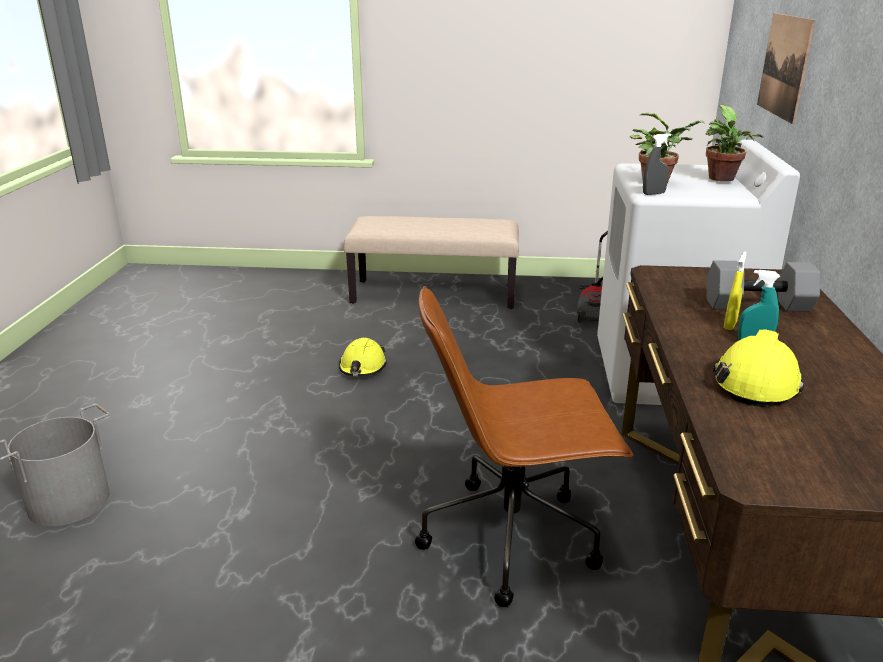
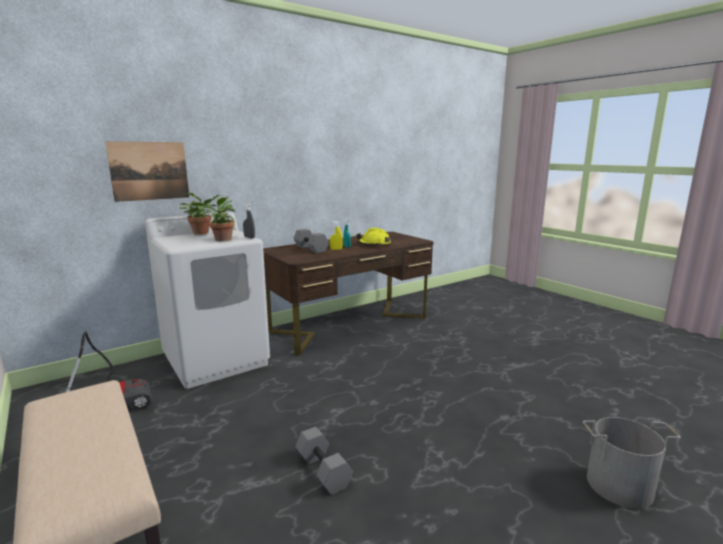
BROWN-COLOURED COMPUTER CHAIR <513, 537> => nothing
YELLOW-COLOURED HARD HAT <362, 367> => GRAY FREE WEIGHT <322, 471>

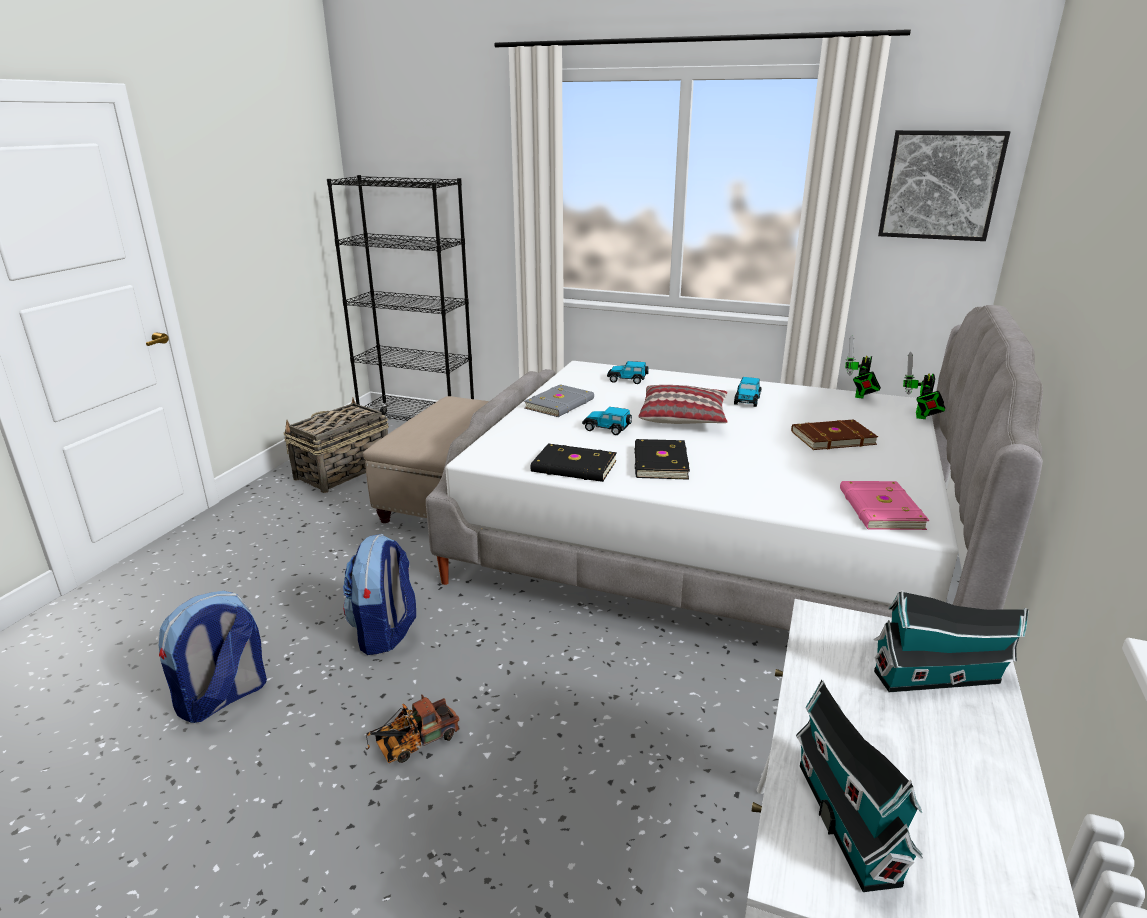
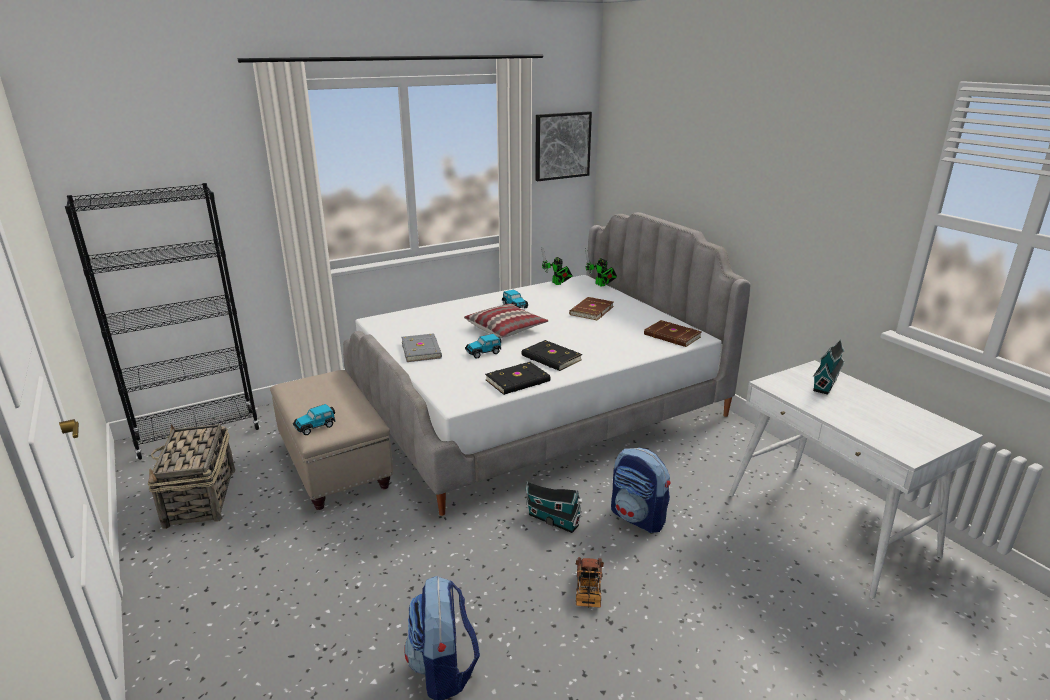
MINIATURE CAR <627, 380> => MINIATURE CAR <316, 426>, shifted
PINK VOLUME <879, 509> => BROWN-COLOURED VOLUME <672, 336>
BACKPACK <385, 632> => BACKPACK <638, 517>, shifted
MINIATURE HOUSE <844, 816> => MINIATURE HOUSE <551, 519>, shifted

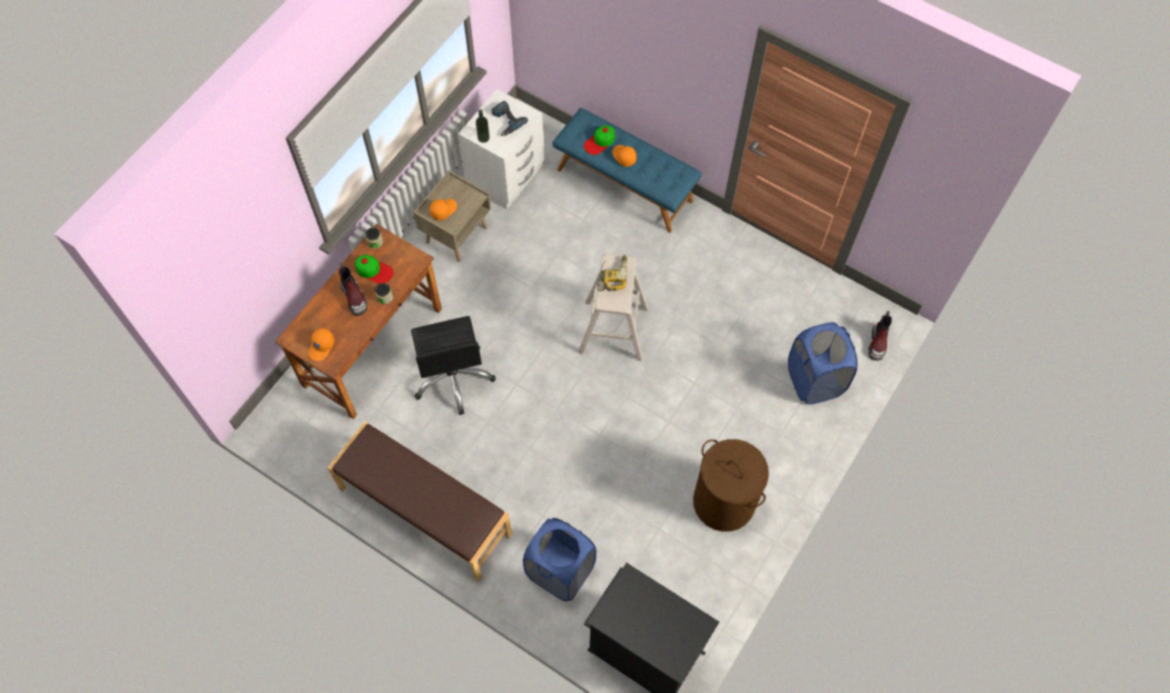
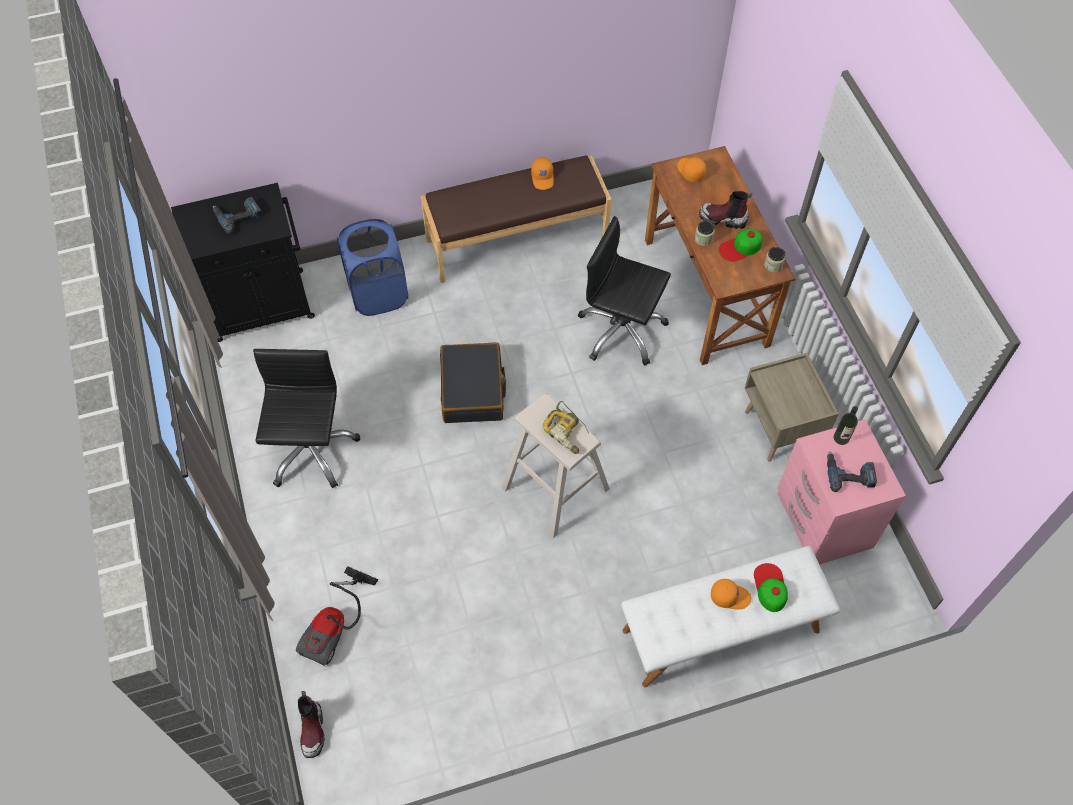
WHITE-COLOURED NIGHT TABLE <506, 176> => PINK NIGHT TABLE <822, 521>
BLUE-COLOURED LONG SEAT <625, 184> => WHITE-COLOURED LONG SEAT <721, 631>
ORANGEY CAP <443, 210> => ORANGEY CAP <543, 177>, shifted
TALL BOOT <878, 343> => TALL BOOT <312, 730>, 150 degrees counterclockwise
BLUE-COLOURED LAUNDRY BASKET <814, 380> => HOOVER <337, 627>
BROWN-COLOURED LAUNDRY BASKET <723, 501> => BLACKISH COMPUTER CHAIR <310, 450>
nothing => DRILL <238, 215>
nothing => BLACKISH PIECE OF LUGGAGE <473, 390>

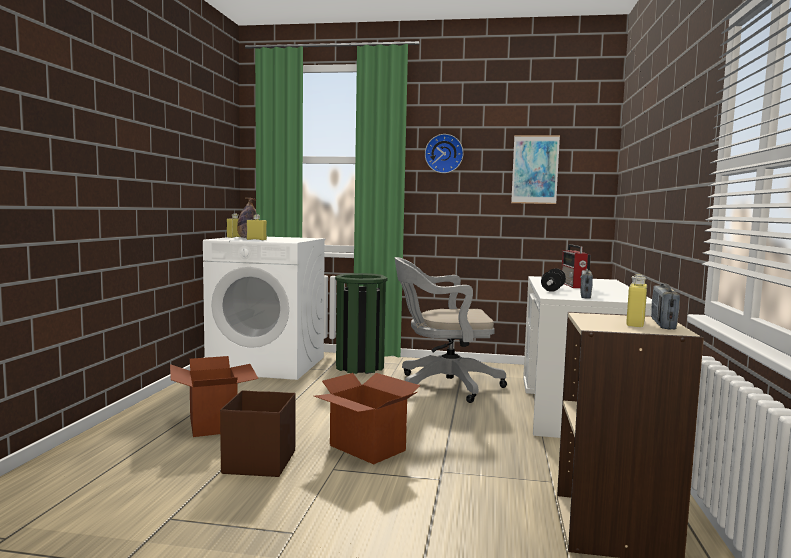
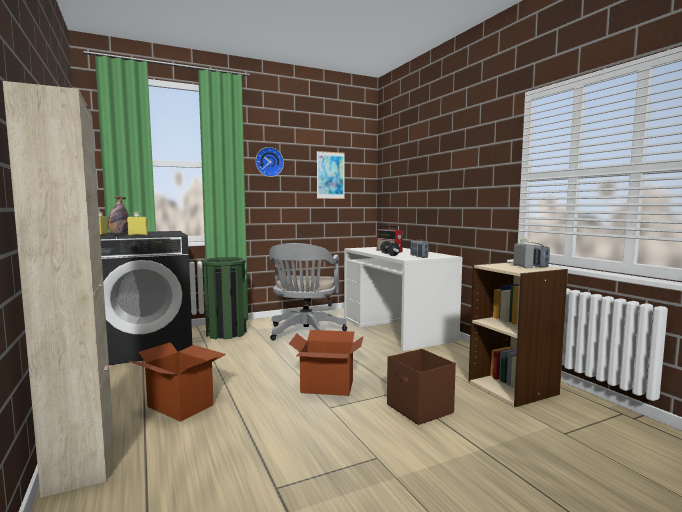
WHITE-COLOURED LAUNDRY APPLIANCE <268, 365> => BLACKISH LAUNDRY APPLIANCE <146, 347>
GRAY COMPUTER CHAIR <443, 385> => GRAY COMPUTER CHAIR <305, 333>, 45 degrees counterclockwise
YELLOW-COLOURED DRINK BOTTLE <635, 324> => GRAY DRINK BOTTLE <522, 266>
BROWN-COLOURED STORAGE CONTAINER <258, 463> => BROWN-COLOURED STORAGE CONTAINER <419, 409>, shifted
nothing => BEIGE-COLOURED CABINET <82, 456>

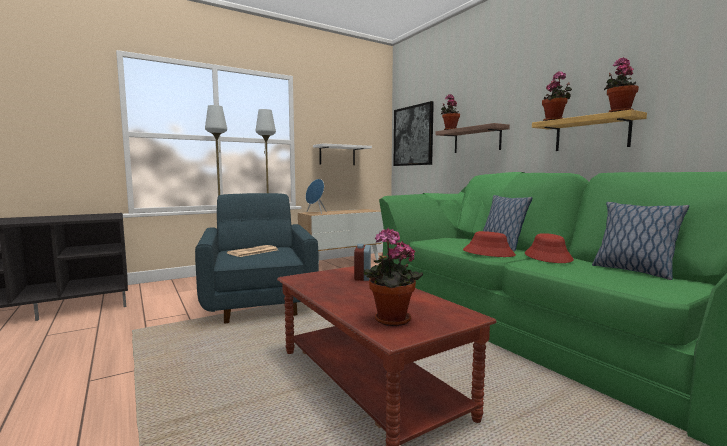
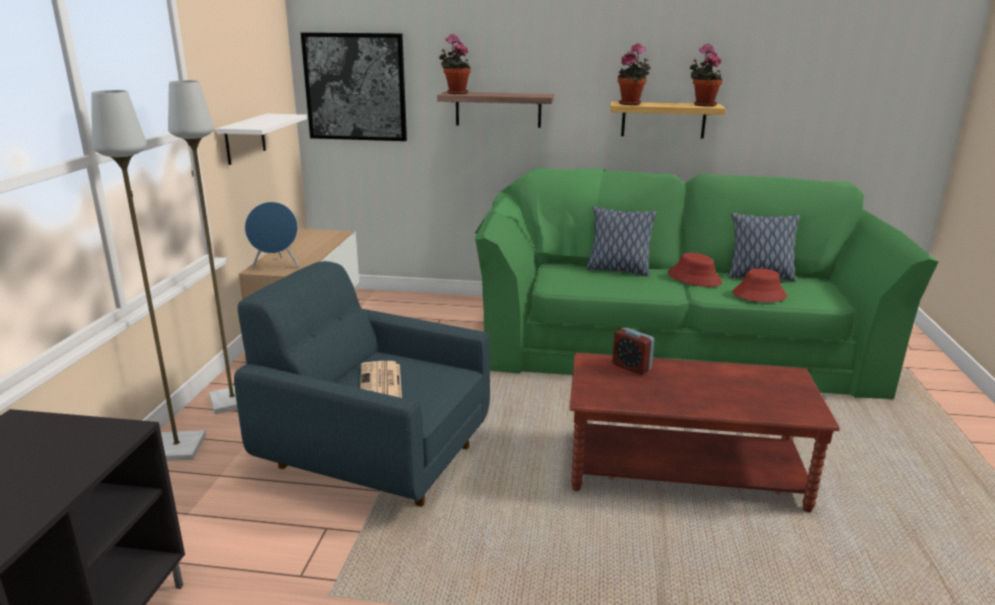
PLANT IN A POT <390, 321> => nothing
RED-COLOURED HAT <488, 253> => RED-COLOURED HAT <759, 294>, shifted

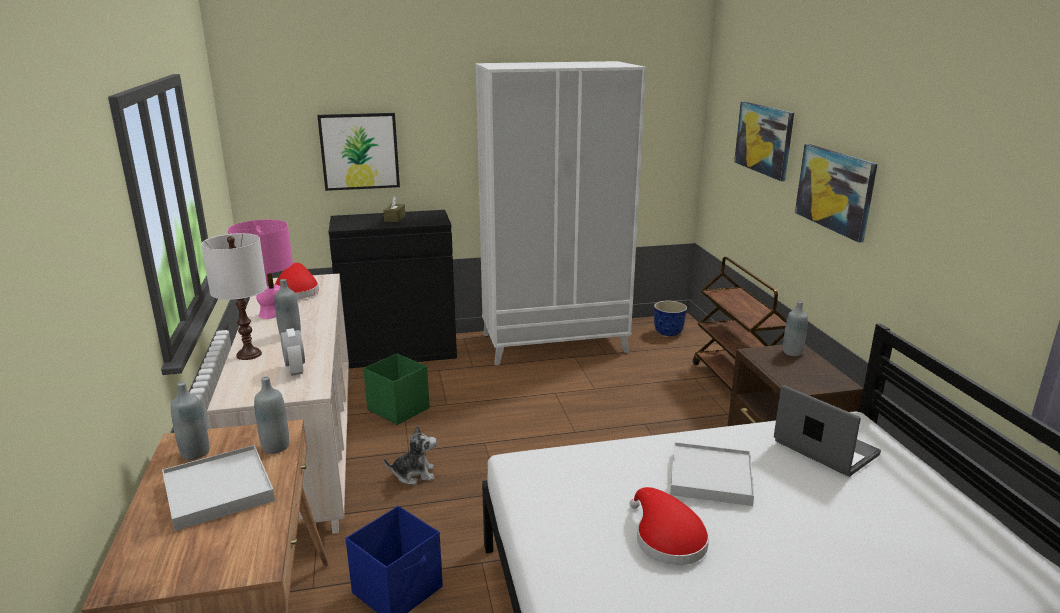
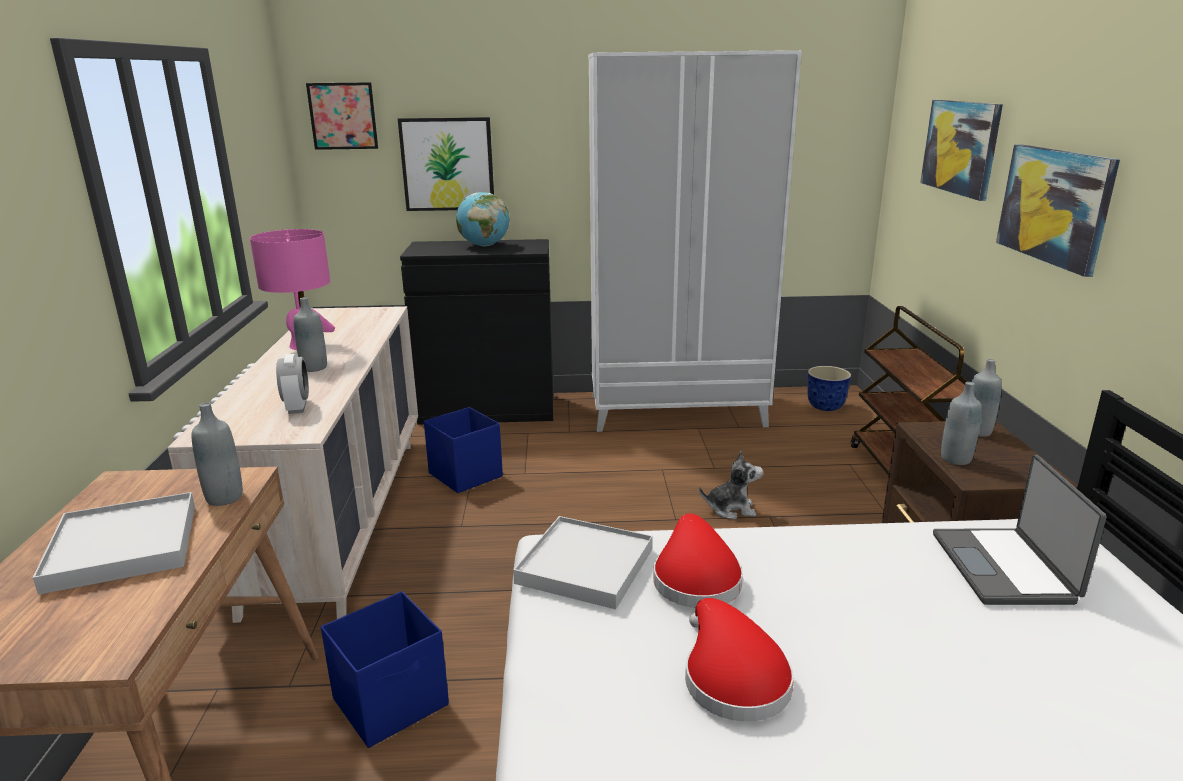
BROWN-COLOURED TISSUE HOLDER <395, 218> => DESK GLOBE <484, 245>
WHITE-COLOURED TABLE LAMP <249, 354> => nothing
RED-COLOURED HAT <297, 292> => RED-COLOURED HAT <695, 578>, shifted
GREENISH STORAGE CONTAINER <398, 409> => BLUE-COLOURED STORAGE CONTAINER <465, 474>
GRAY DRINK BOTTLE <195, 453> => GRAY DRINK BOTTLE <955, 459>, shifted
PORTABLE COMPUTER <824, 449> => PORTABLE COMPUTER <1005, 568>, 150 degrees counterclockwise
SOFT TOY <414, 474> => SOFT TOY <731, 509>, shifted
WHITE-COLOURED CARRYING TRAY <711, 477> => WHITE-COLOURED CARRYING TRAY <585, 566>, shifted
nothing => PICTURE <343, 116>

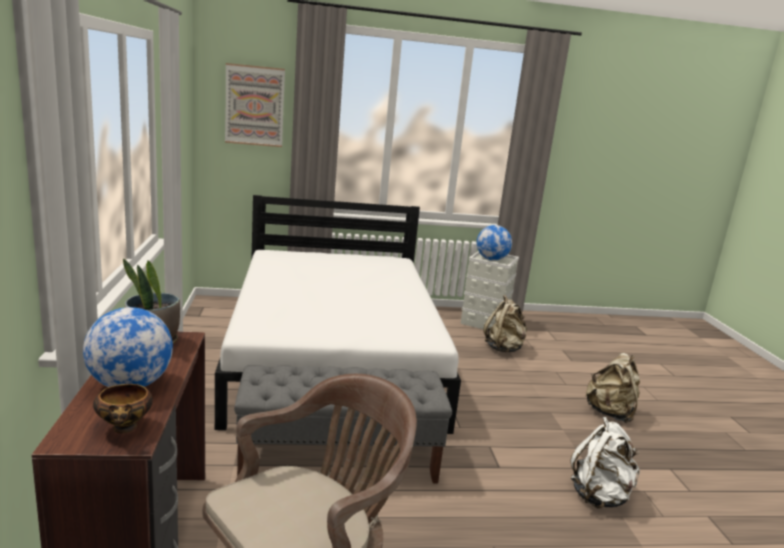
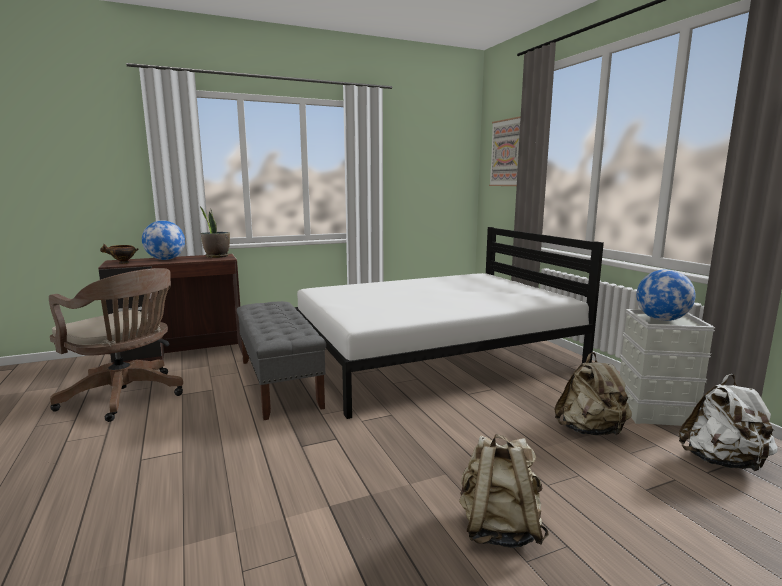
WHITE-COLOURED BACKPACK <600, 496> => WHITE-COLOURED BACKPACK <722, 462>, shifted

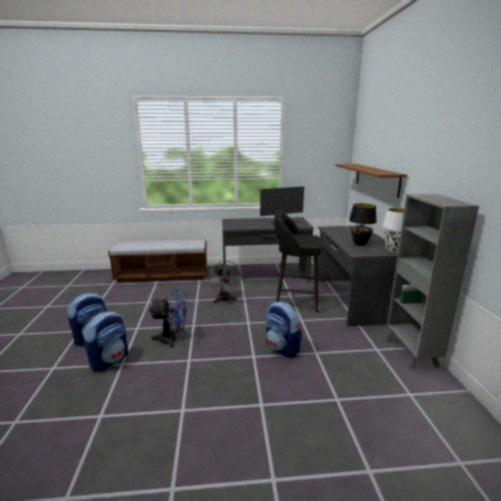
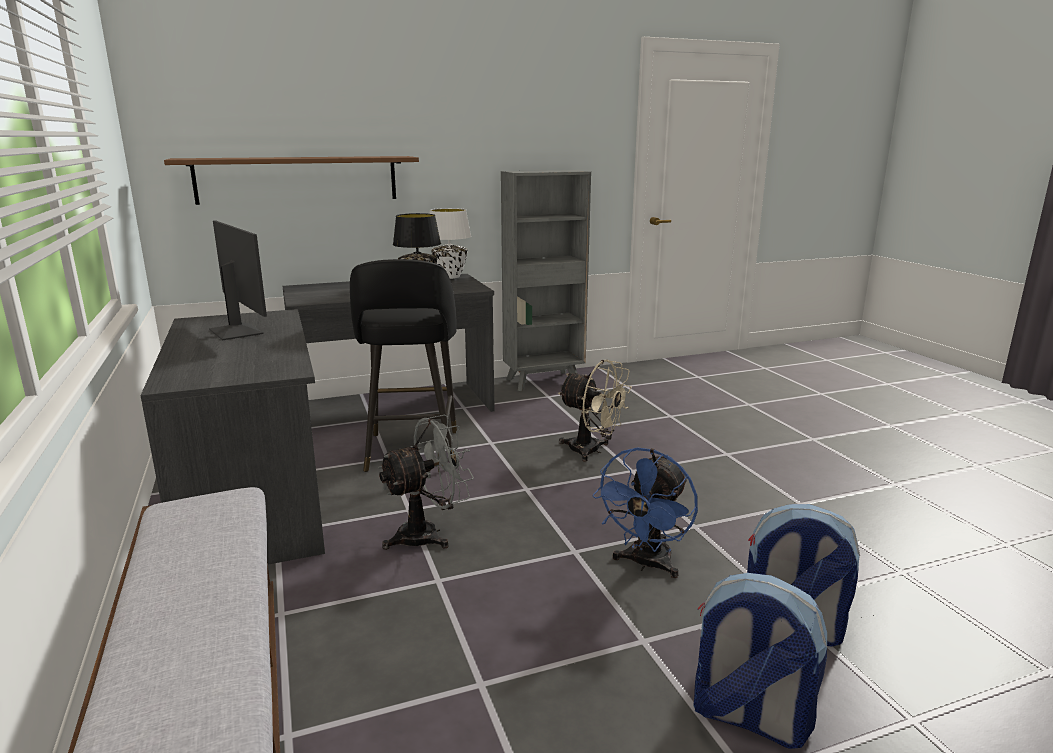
BLUE-COLOURED COOLING FAN <172, 339> => BLUE-COLOURED COOLING FAN <646, 564>, 135 degrees counterclockwise
BACKPACK <282, 348> => BEIGE-COLOURED COOLING FAN <592, 451>

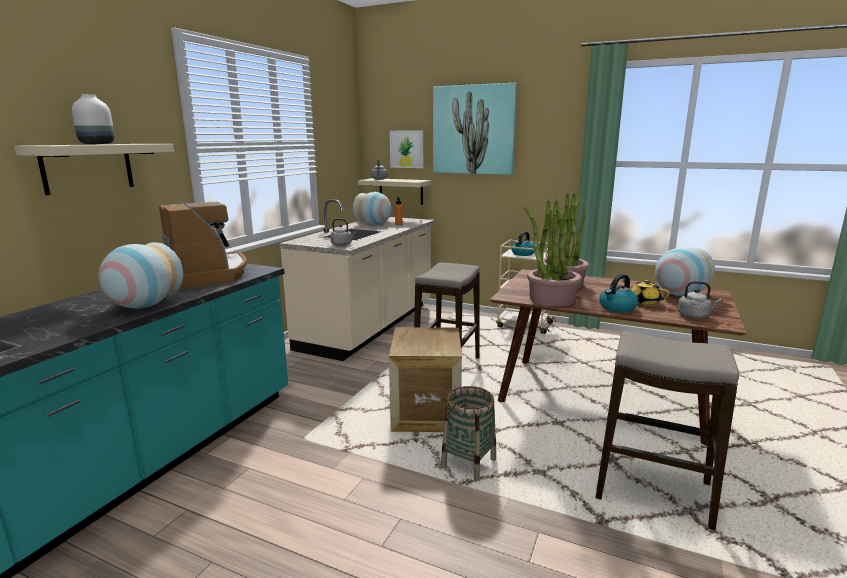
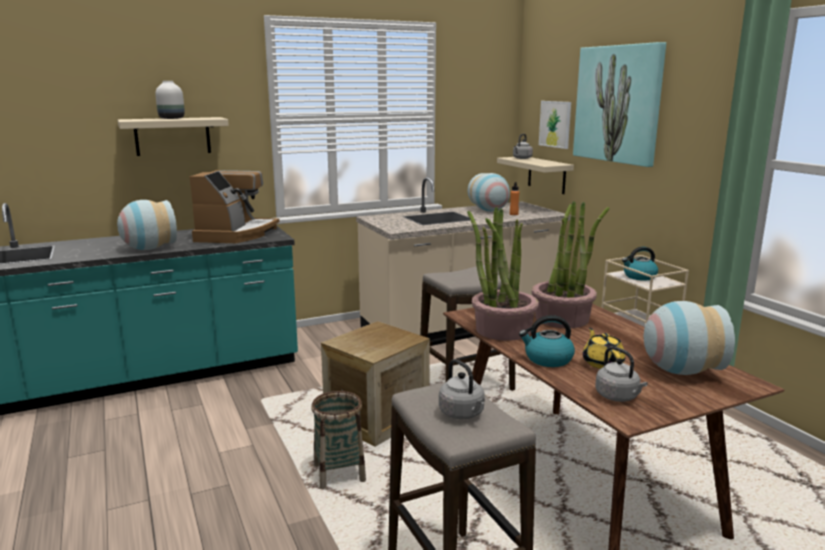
GRAY KETTLE <342, 244> => GRAY KETTLE <463, 414>, shifted

